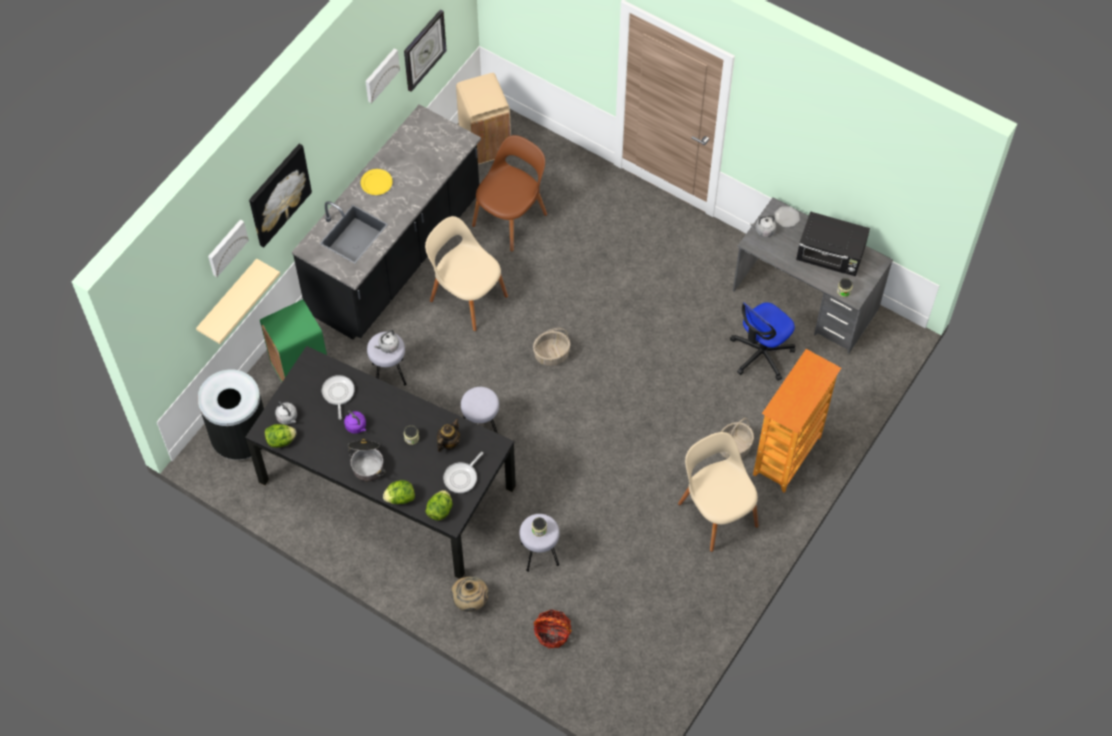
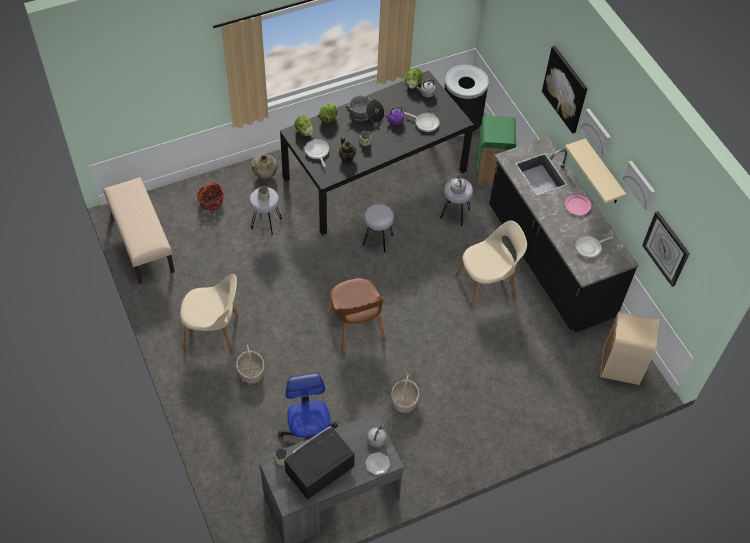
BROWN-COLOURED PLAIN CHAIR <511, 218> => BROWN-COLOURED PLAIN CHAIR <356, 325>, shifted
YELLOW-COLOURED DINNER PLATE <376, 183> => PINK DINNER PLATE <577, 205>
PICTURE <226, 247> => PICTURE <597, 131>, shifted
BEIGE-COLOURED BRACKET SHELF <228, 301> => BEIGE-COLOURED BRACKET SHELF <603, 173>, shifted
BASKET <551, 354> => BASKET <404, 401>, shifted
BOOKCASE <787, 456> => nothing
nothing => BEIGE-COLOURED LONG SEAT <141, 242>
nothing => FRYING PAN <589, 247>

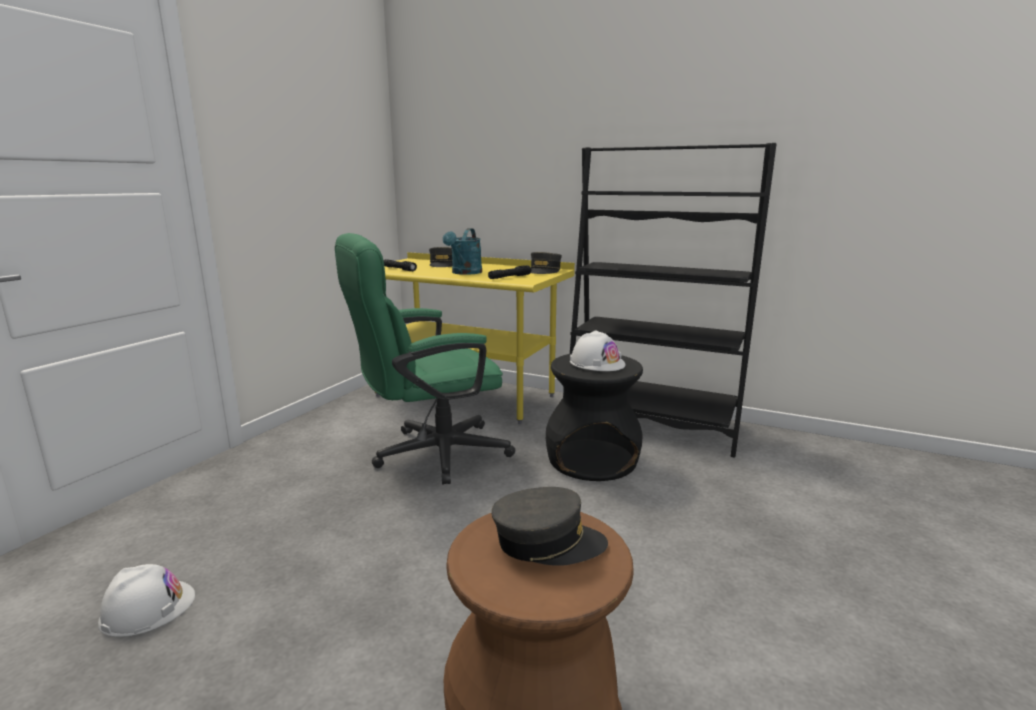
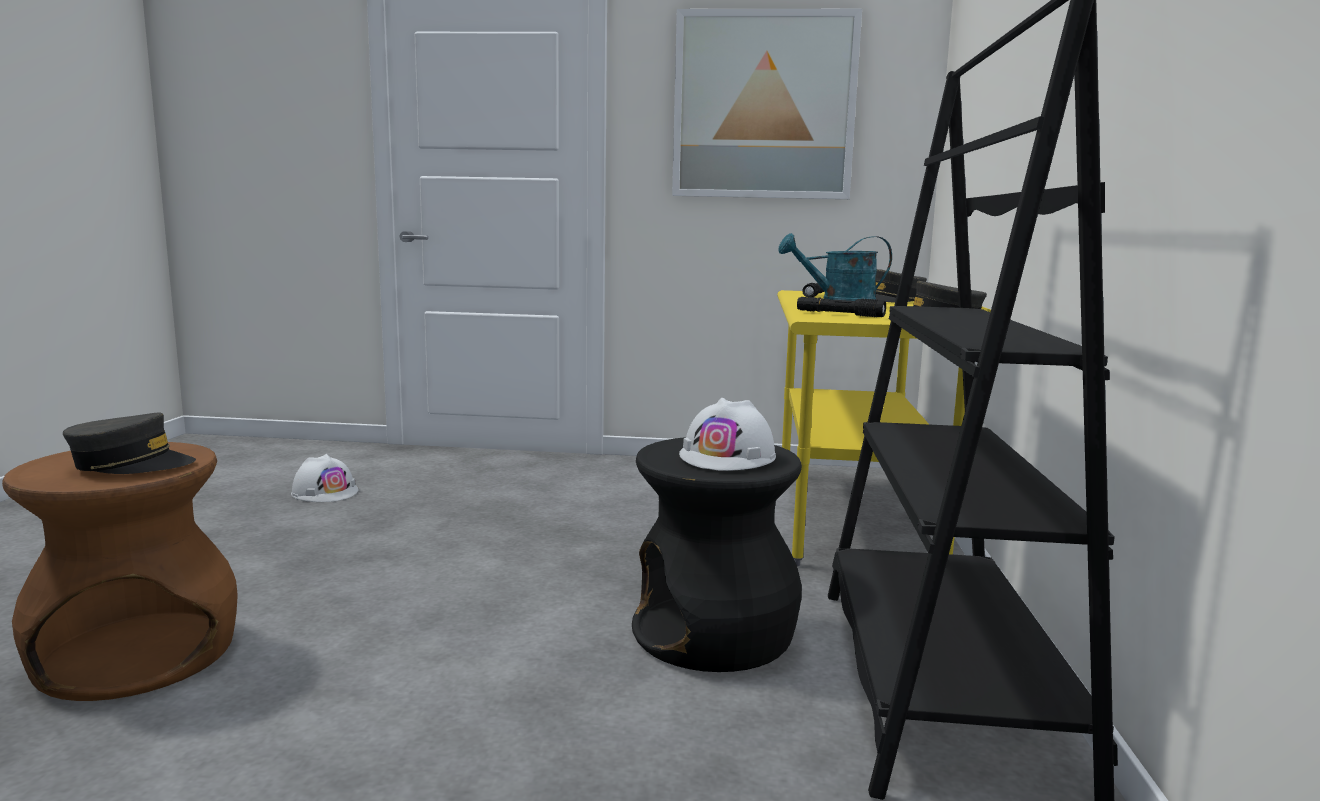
GREENISH COMPUTER CHAIR <429, 455> => nothing
GRAY CAP <547, 542> => GRAY CAP <131, 464>, 75 degrees counterclockwise
nothing => PICTURE <764, 106>

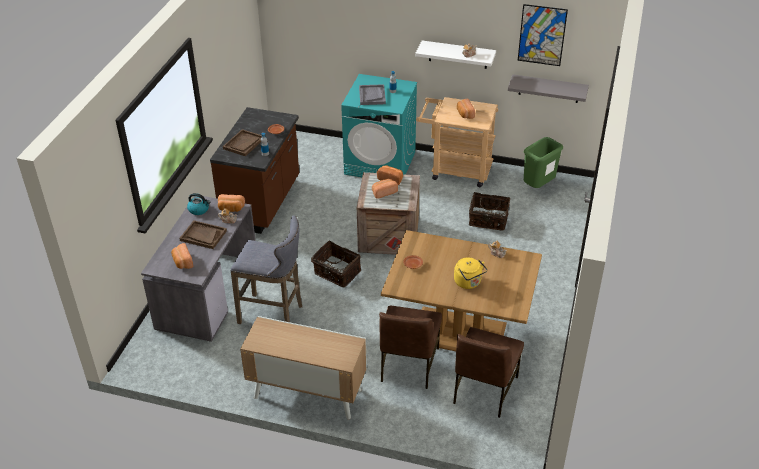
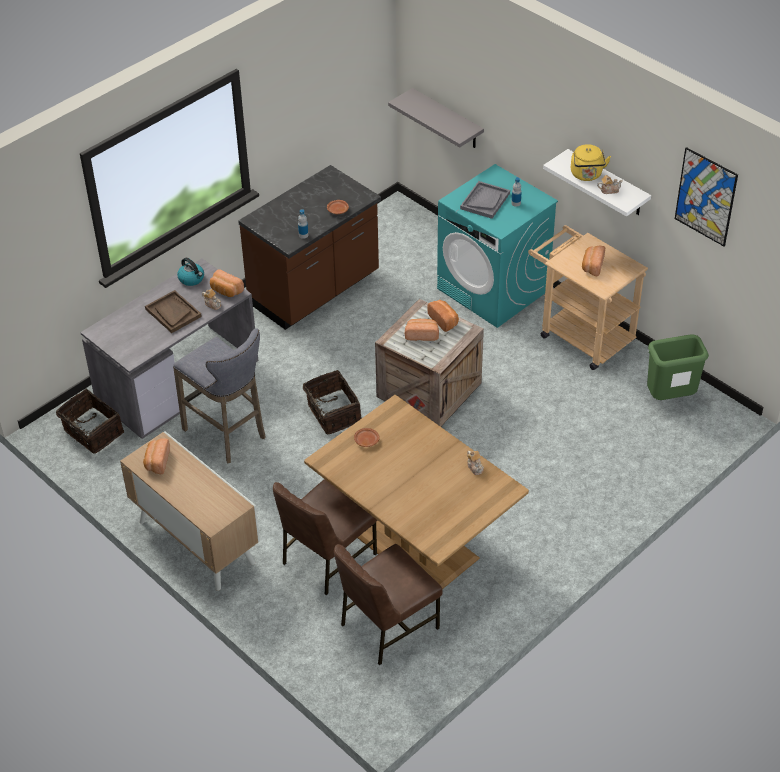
GRAY BRACKET SHELF <549, 89> => GRAY BRACKET SHELF <447, 119>, shifted
BROWN-COLOURED CARRYING TRAY <243, 144> => nothing
BASKET <488, 220> => BASKET <92, 433>, shifted
BAKED BREAD <182, 262> => BAKED BREAD <157, 462>, shifted
YELLOW-COLOURED KETTLE <469, 283> => YELLOW-COLOURED KETTLE <587, 175>, shifted

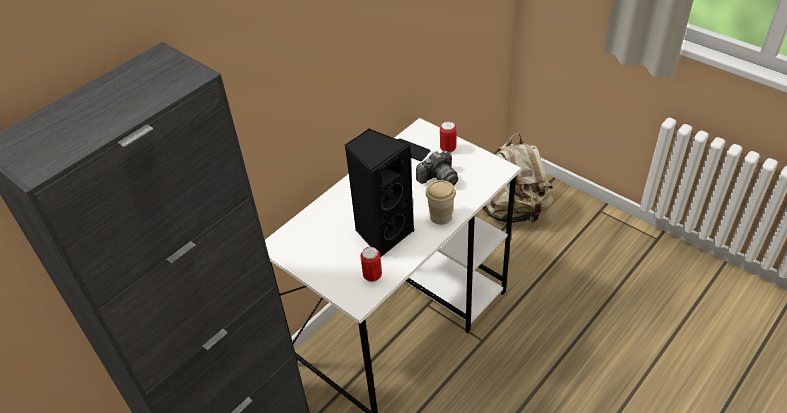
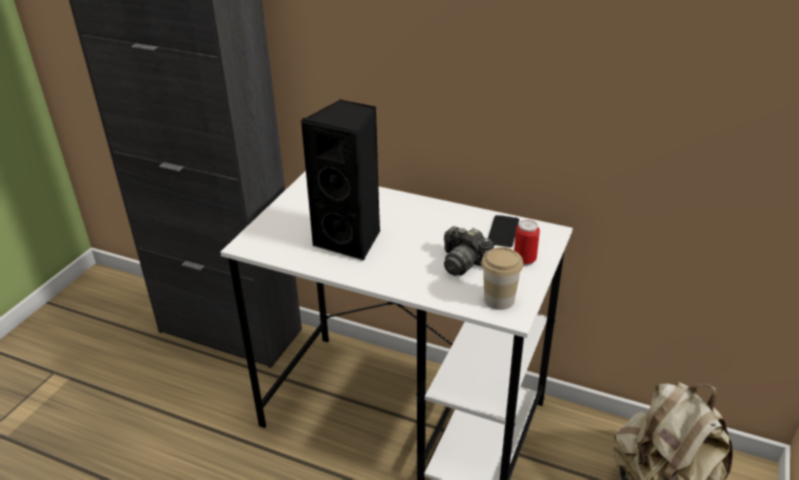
DRINKING CUP <440, 216> => DRINKING CUP <499, 299>, shifted
SEALED CAN <372, 276> => nothing

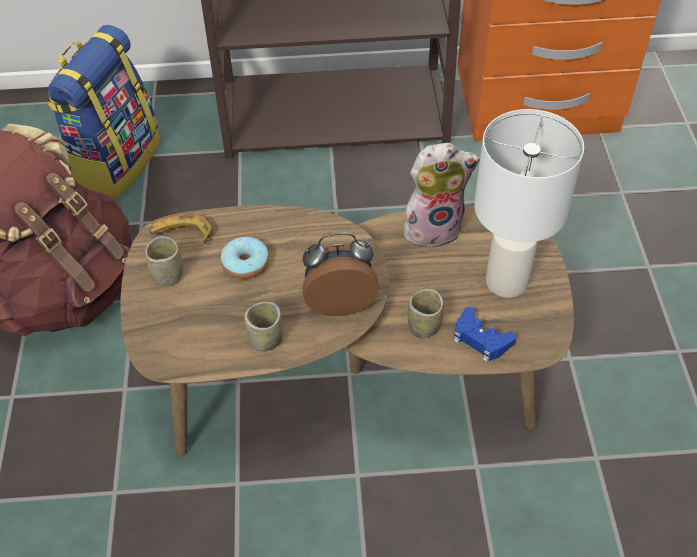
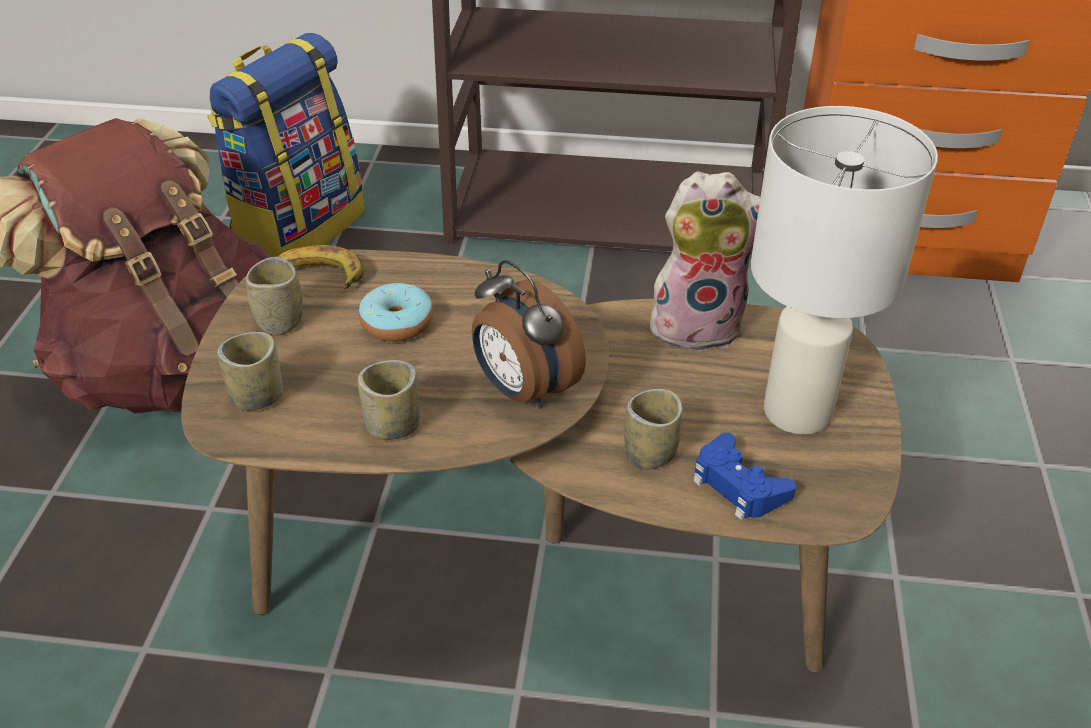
TABLE CLOCK <340, 300> => TABLE CLOCK <523, 390>, 135 degrees counterclockwise
nothing => DRINKING CUP <257, 397>

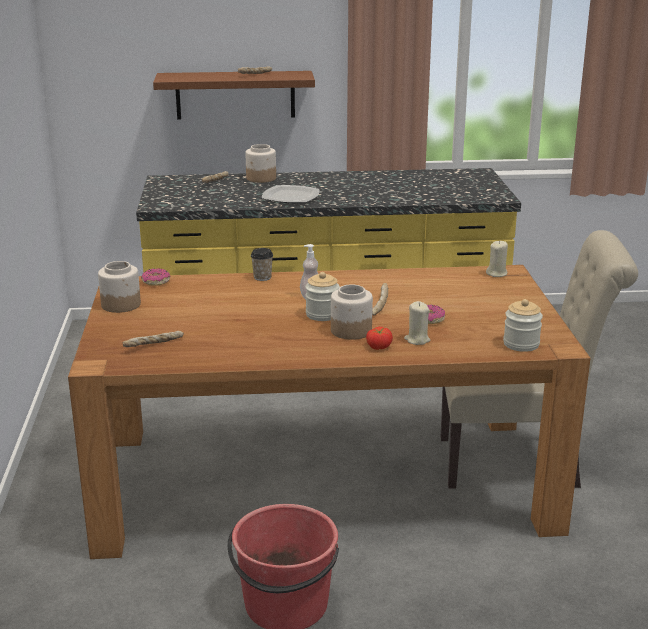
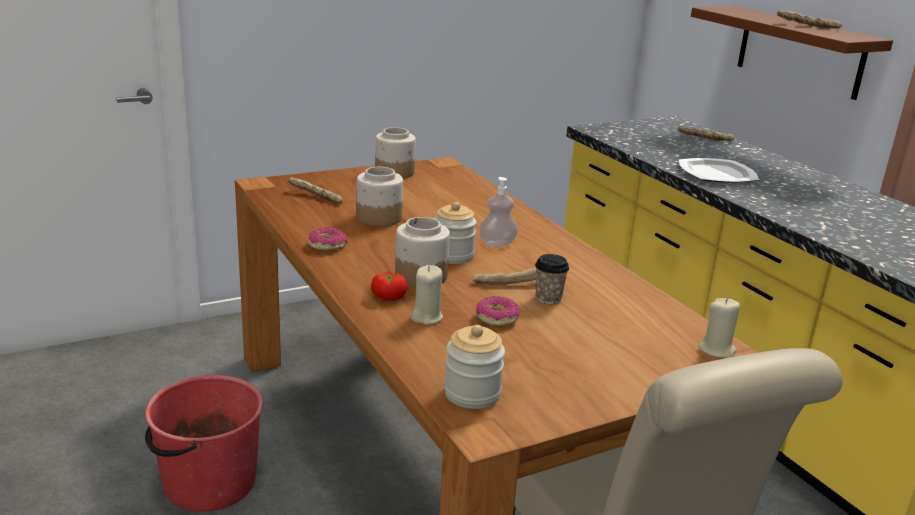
STORAGE JAR <261, 178> => STORAGE JAR <378, 218>, shifted
DRINKING CUP <262, 277> => DRINKING CUP <548, 298>, shifted
DOUGHNUT <156, 282> => DOUGHNUT <327, 245>, shifted

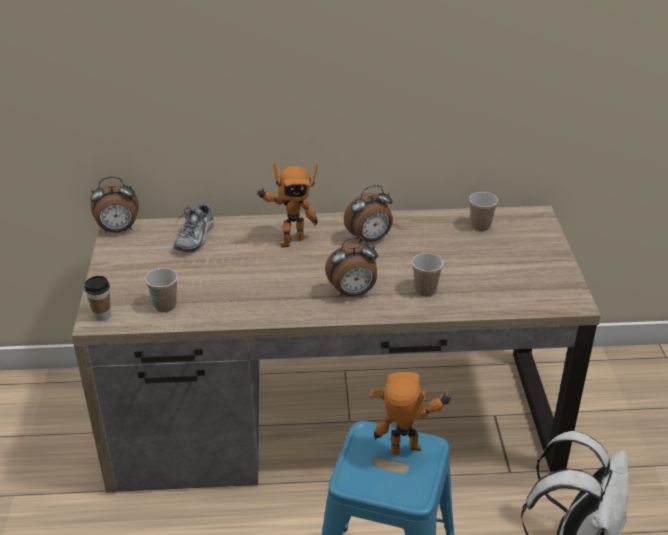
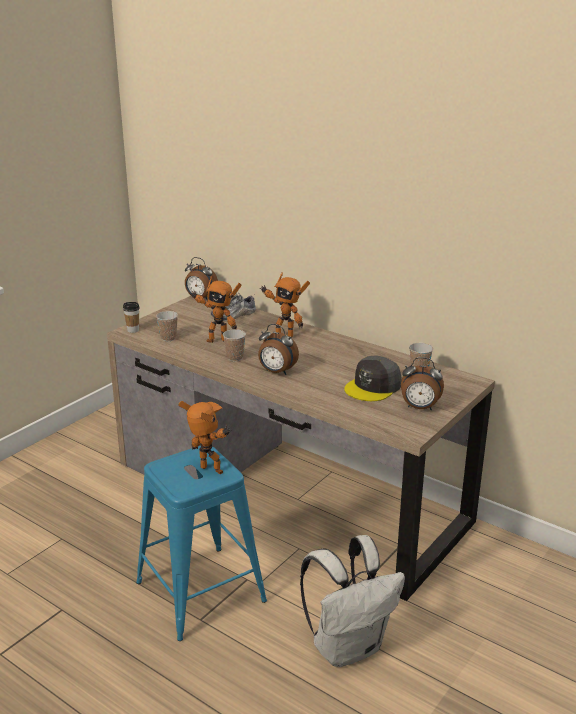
TABLE CLOCK <369, 239> => TABLE CLOCK <419, 408>, shifted
DRINKING CUP <425, 290> => DRINKING CUP <235, 358>, shifted
nothing => TOY ROBOT <216, 339>
nothing => GRAY CAP <373, 387>

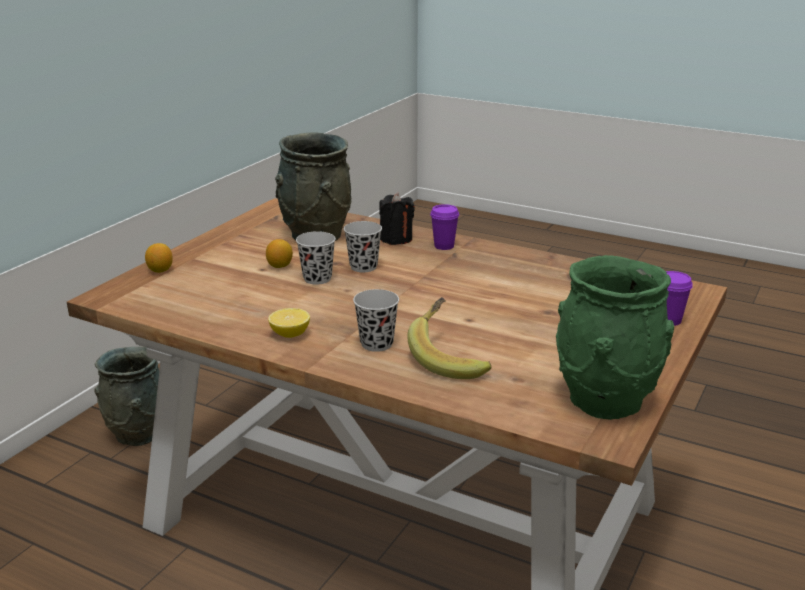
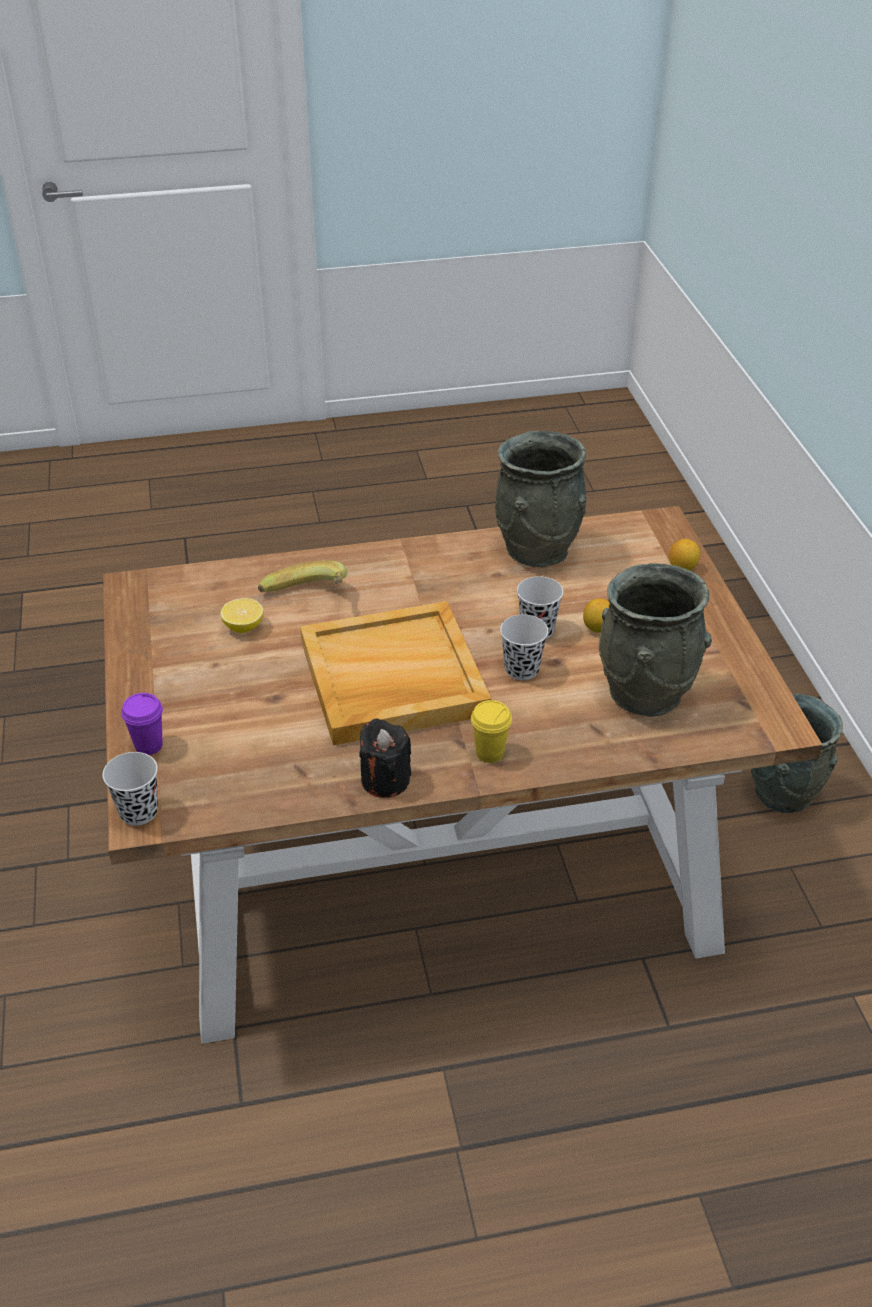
BLACKISH WAX CANDLE <396, 239> => BLACKISH WAX CANDLE <385, 780>, shifted
PURPLE-COLOURED DRINKING CUP <444, 246> => YELLOW-COLOURED DRINKING CUP <490, 753>
GREENISH DECORATIVE VASE <606, 400> => nothing
BLACKISH DRINKING CUP <376, 344> => BLACKISH DRINKING CUP <138, 812>, shifted
CITRUS FRUIT <290, 334> => CITRUS FRUIT <243, 627>, shifted
nothing => GRAY DECORATIVE VASE <538, 550>
nothing => BEIGE-COLOURED CARRYING TRAY <392, 679>

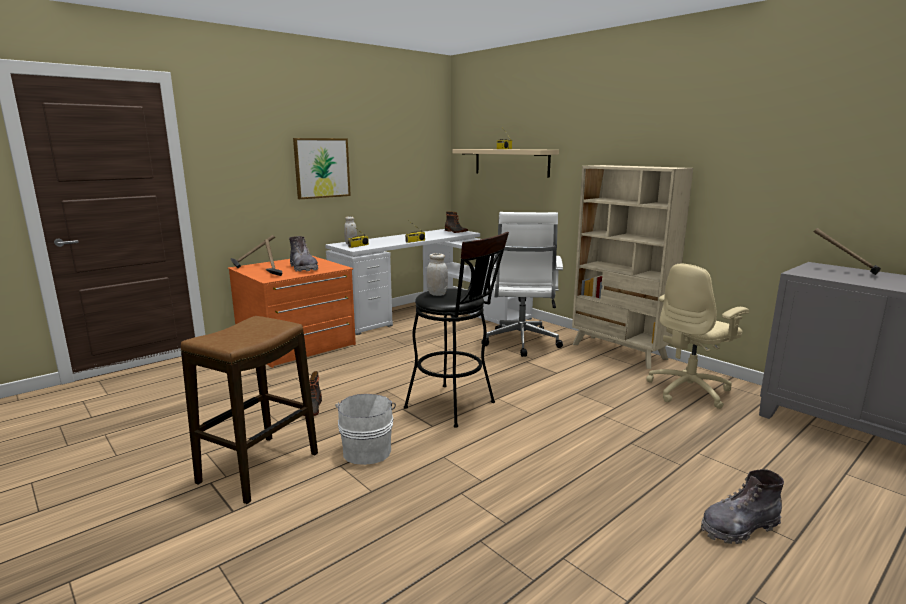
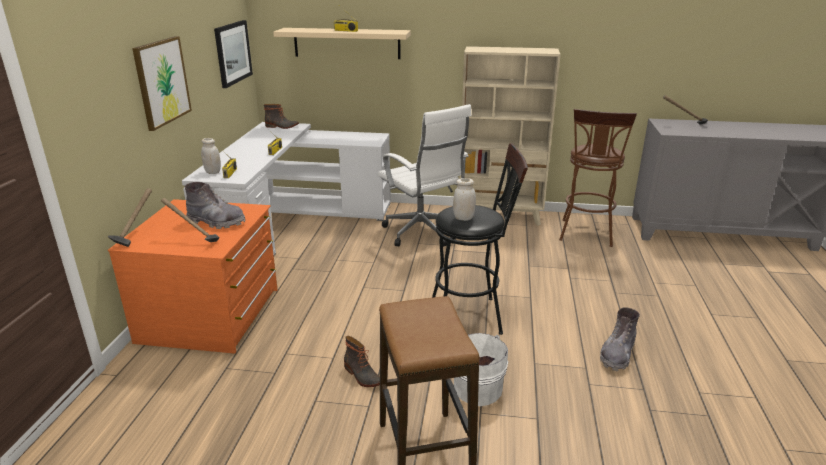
BEIGE-COLOURED COMPUTER CHAIR <689, 391> => BROWN-COLOURED STOOL SEAT <586, 235>
GRAY TALL BOOT <738, 527> => GRAY TALL BOOT <617, 354>, shifted
nothing => PICTURE <233, 53>

